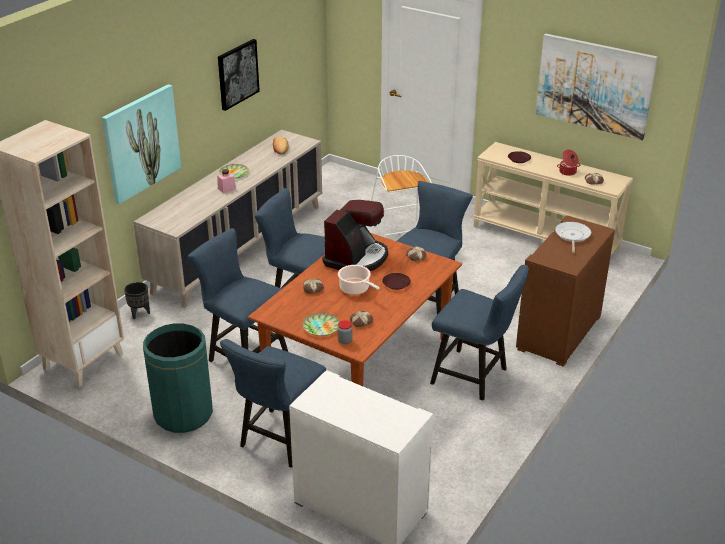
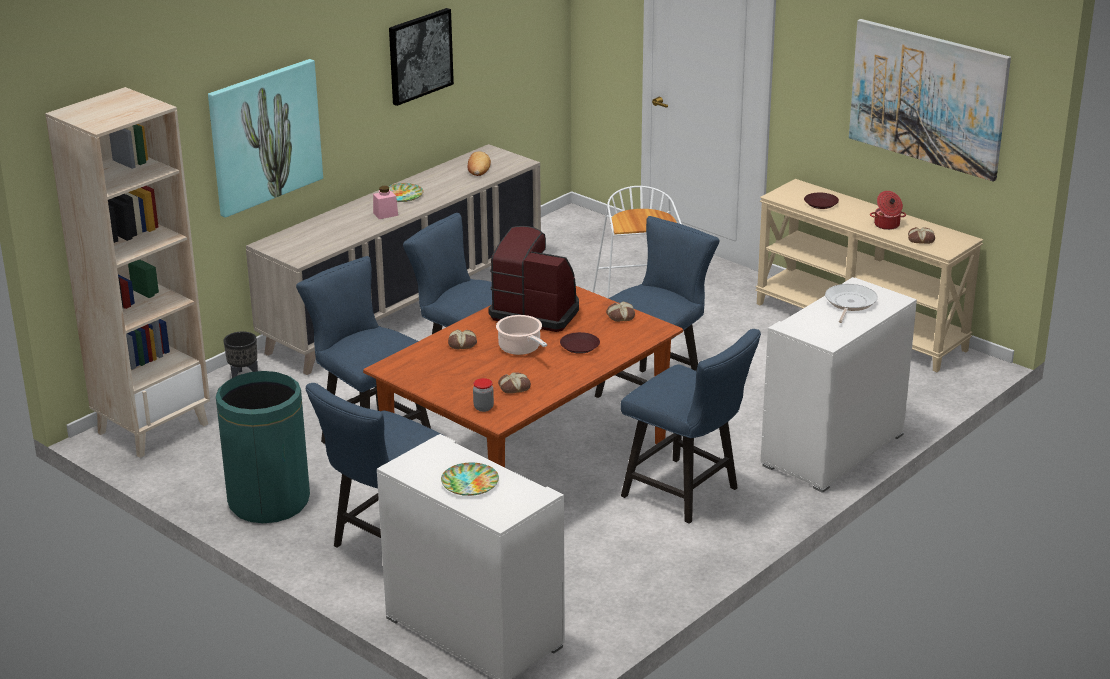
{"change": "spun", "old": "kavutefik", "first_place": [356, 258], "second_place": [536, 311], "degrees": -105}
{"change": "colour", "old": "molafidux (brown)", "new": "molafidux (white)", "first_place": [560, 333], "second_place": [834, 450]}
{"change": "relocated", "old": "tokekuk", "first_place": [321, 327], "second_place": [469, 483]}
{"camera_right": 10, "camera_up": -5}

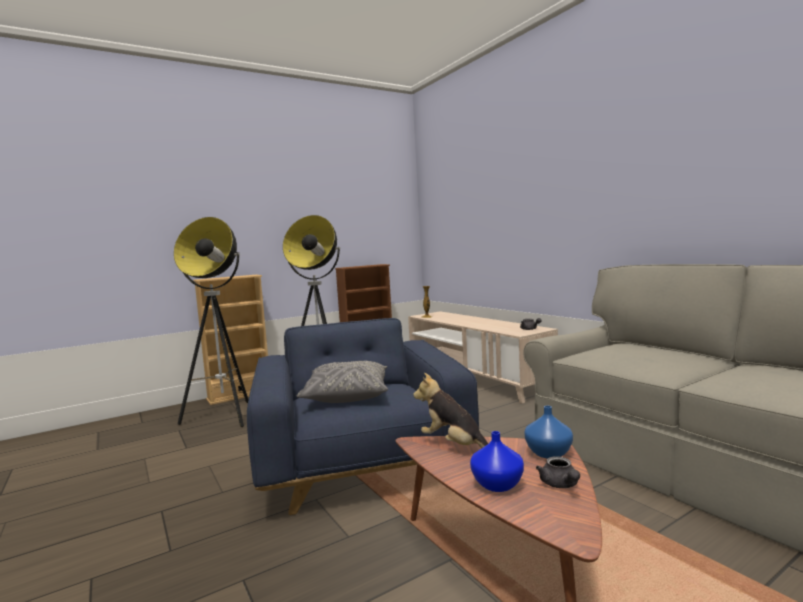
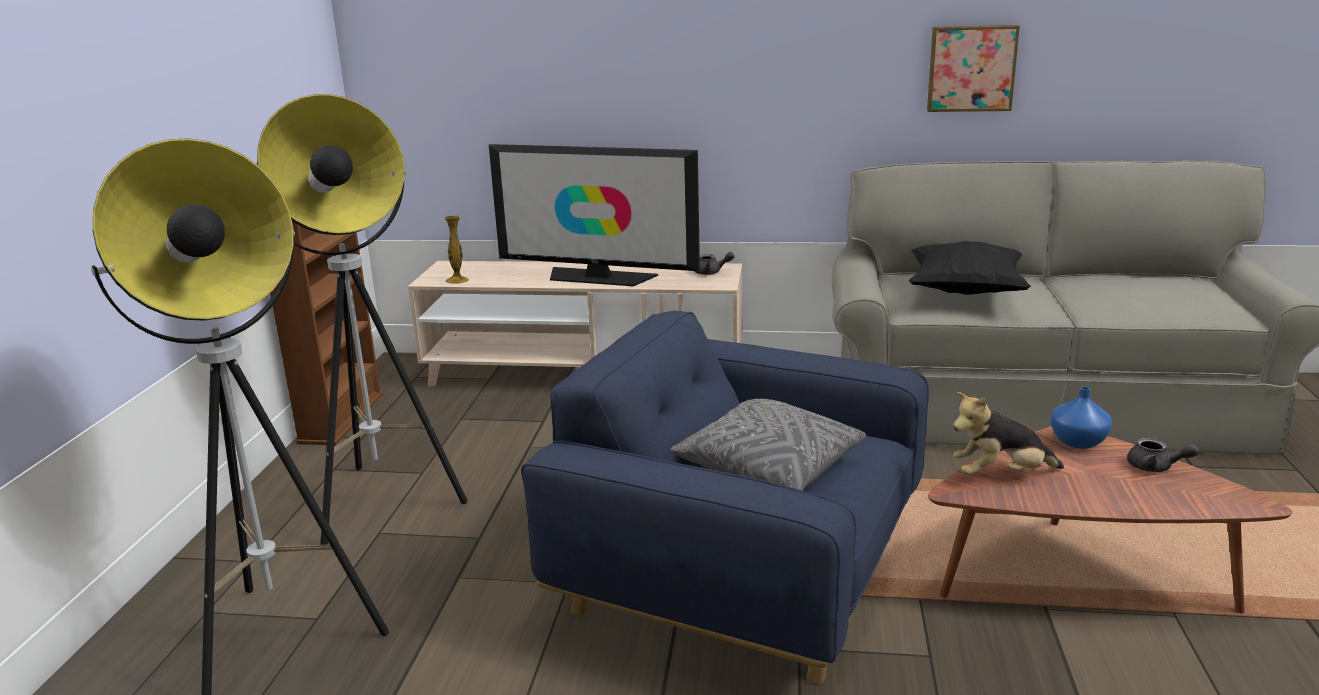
{"change": "missing", "old": "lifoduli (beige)", "first_place": [240, 395]}
{"change": "missing", "old": "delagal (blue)", "first_place": [496, 484]}
{"change": "appeared", "new": "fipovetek", "second_place": [971, 68]}
{"change": "appeared", "new": "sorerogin", "second_place": [598, 277]}
{"change": "appeared", "new": "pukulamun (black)", "second_place": [965, 292]}
{"camera_right": -50, "camera_up": 15}

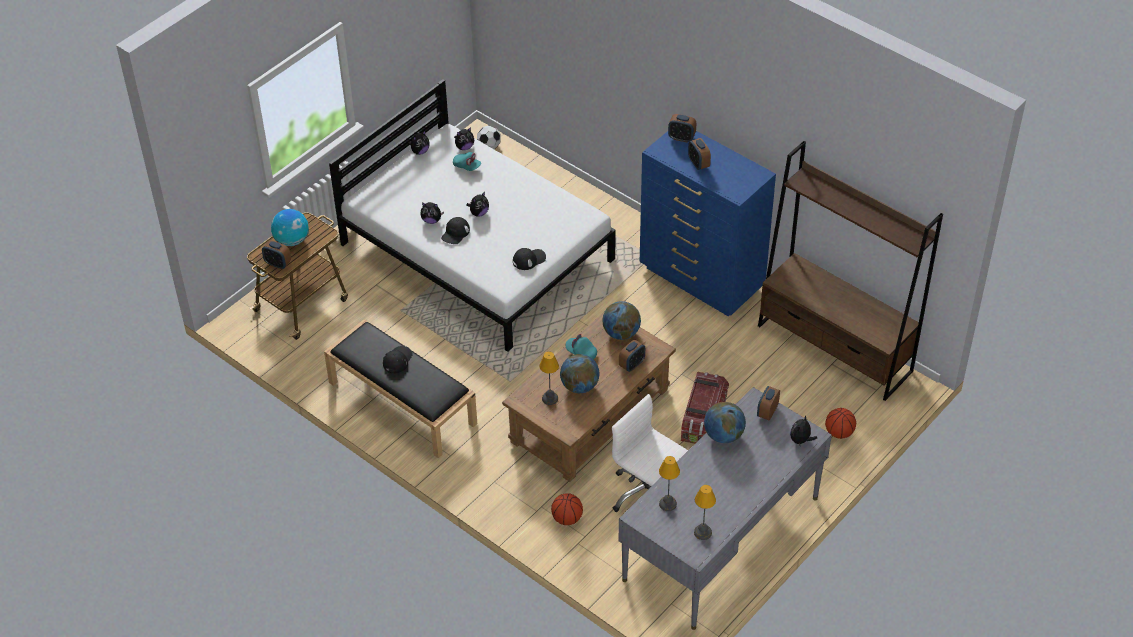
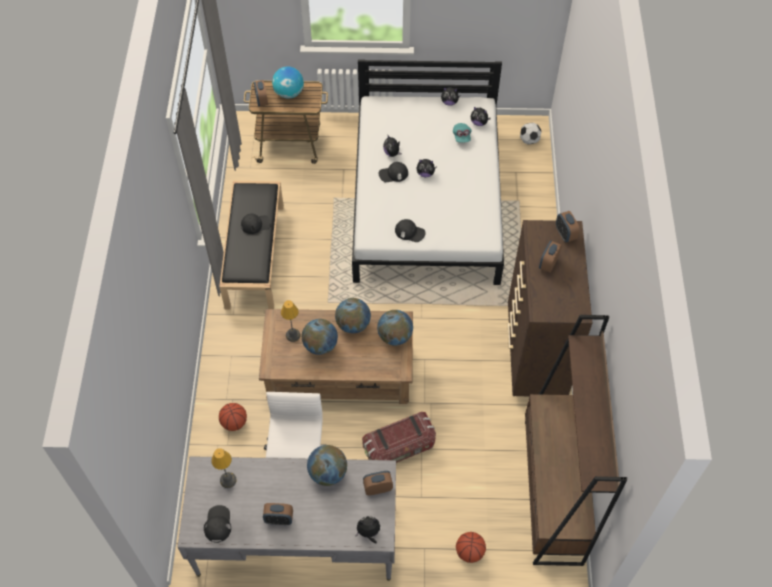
{"change": "colour", "old": "molafidux (blue)", "new": "molafidux (brown)", "first_place": [701, 279], "second_place": [535, 352]}
{"change": "exchanged", "old": "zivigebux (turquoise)", "new": "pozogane", "first_place": [581, 353], "second_place": [353, 324]}
{"change": "relocated", "old": "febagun", "first_place": [632, 364], "second_place": [279, 519]}
{"change": "exchanged", "old": "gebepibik", "new": "zivigebux (black)", "first_place": [703, 533], "second_place": [218, 524]}
{"camera_right": 50, "camera_up": 10}

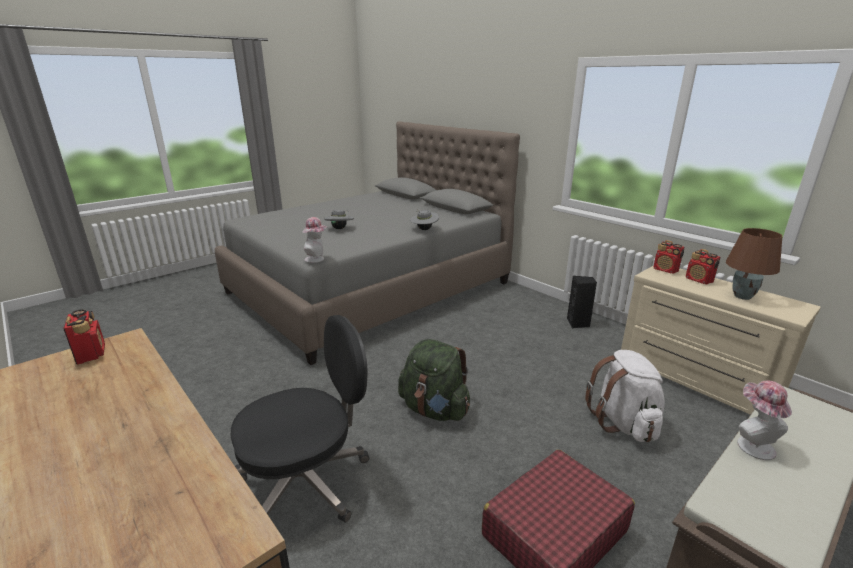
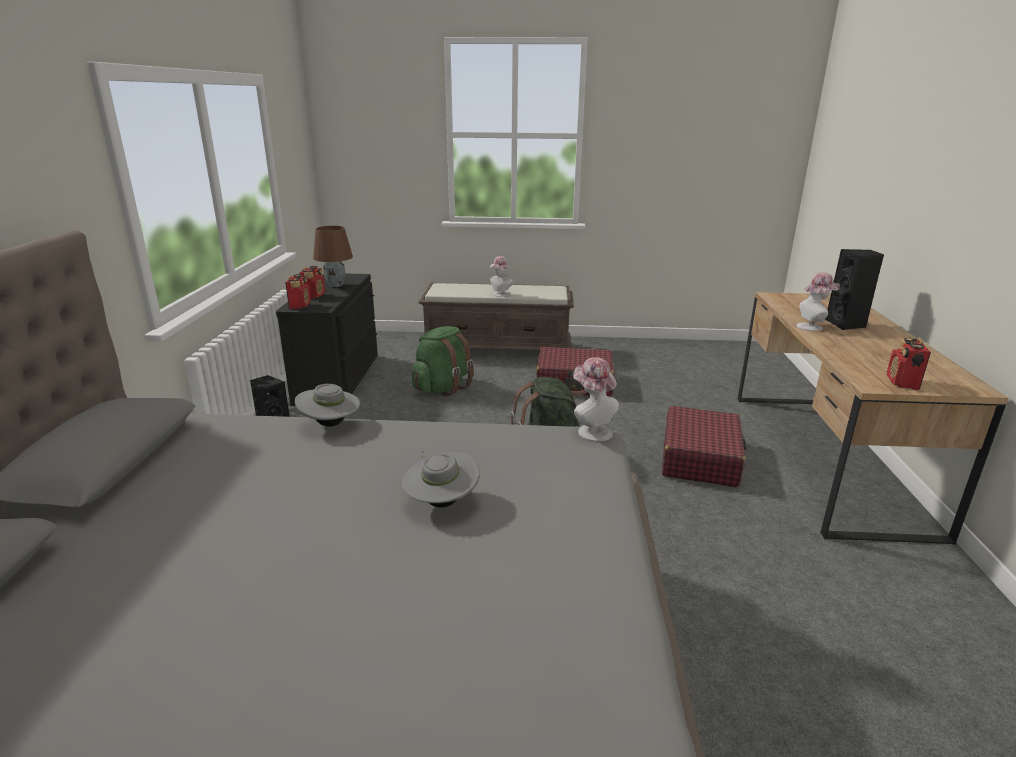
{"change": "colour", "old": "molafidux (beige)", "new": "molafidux (black)", "first_place": [694, 379], "second_place": [340, 378]}
{"change": "exchanged", "old": "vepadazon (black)", "new": "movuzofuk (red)", "first_place": [307, 482], "second_place": [700, 458]}
{"change": "colour", "old": "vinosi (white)", "new": "vinosi (green)", "first_place": [623, 422], "second_place": [442, 388]}
{"change": "appeared", "new": "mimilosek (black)", "second_place": [846, 324]}
{"change": "appeared", "new": "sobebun", "second_place": [812, 326]}
{"camera_right": -135, "camera_up": 0}

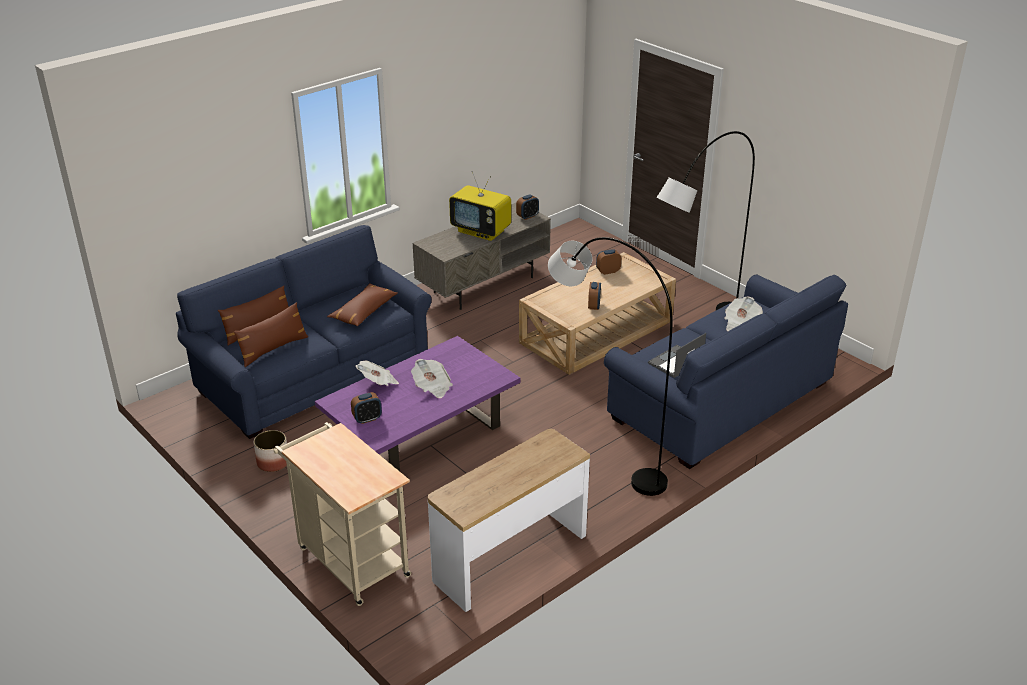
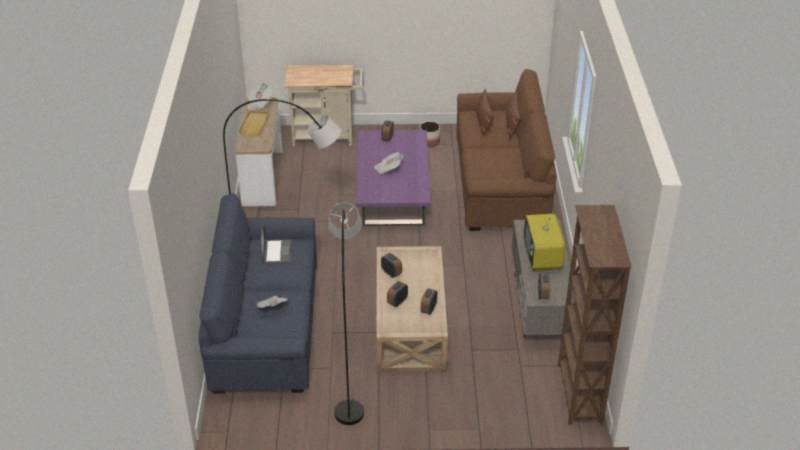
{"change": "spun", "old": "sorerogin", "first_place": [481, 231], "second_place": [542, 258], "degrees": -75}
{"change": "colour", "old": "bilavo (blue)", "new": "bilavo (brown)", "first_place": [314, 375], "second_place": [500, 184]}
{"change": "missing", "old": "pukulamun (brown)", "first_place": [364, 311]}
{"change": "relocated", "old": "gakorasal", "first_place": [378, 382], "second_place": [259, 103]}
{"change": "appeared", "new": "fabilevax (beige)", "second_place": [254, 125]}
{"change": "appeared", "new": "lifoduli (brown)", "second_place": [579, 394]}
{"change": "appeared", "new": "febagun", "second_place": [397, 302]}
{"camera_right": 130, "camera_up": 5}

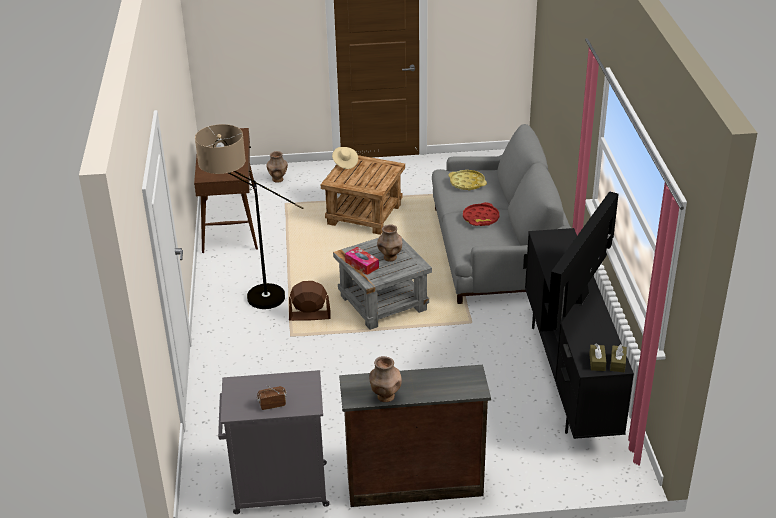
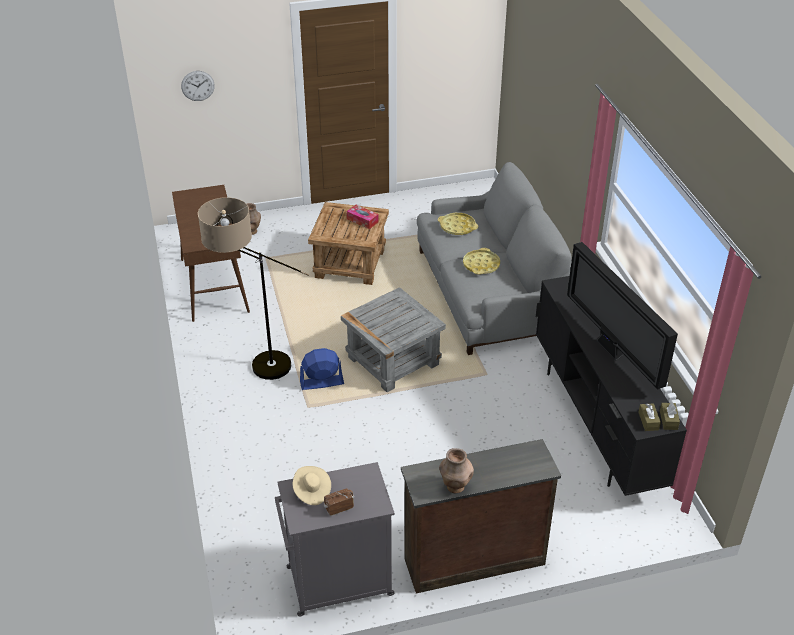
{"change": "relocated", "old": "sobebun (beige)", "first_place": [345, 163], "second_place": [311, 491]}
{"change": "spun", "old": "sorerogin", "first_place": [578, 297], "second_place": [611, 350], "degrees": -45}
{"change": "colour", "old": "fabilevax (red)", "new": "fabilevax (yellow)", "first_place": [481, 218], "second_place": [481, 265]}
{"change": "missing", "old": "delagal (brown)", "first_place": [390, 258]}
{"change": "relocated", "old": "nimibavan", "first_place": [362, 265], "second_place": [362, 220]}
{"change": "colour", "old": "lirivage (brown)", "new": "lirivage (blue)", "first_place": [309, 316], "second_place": [321, 383]}
{"change": "appeared", "new": "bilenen", "second_place": [197, 86]}
{"camera_right": -10, "camera_up": 5}

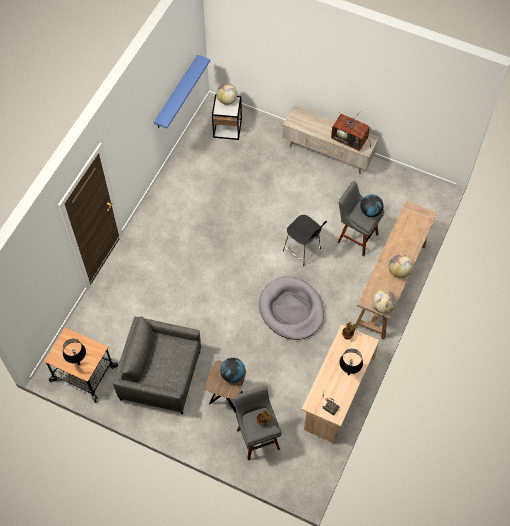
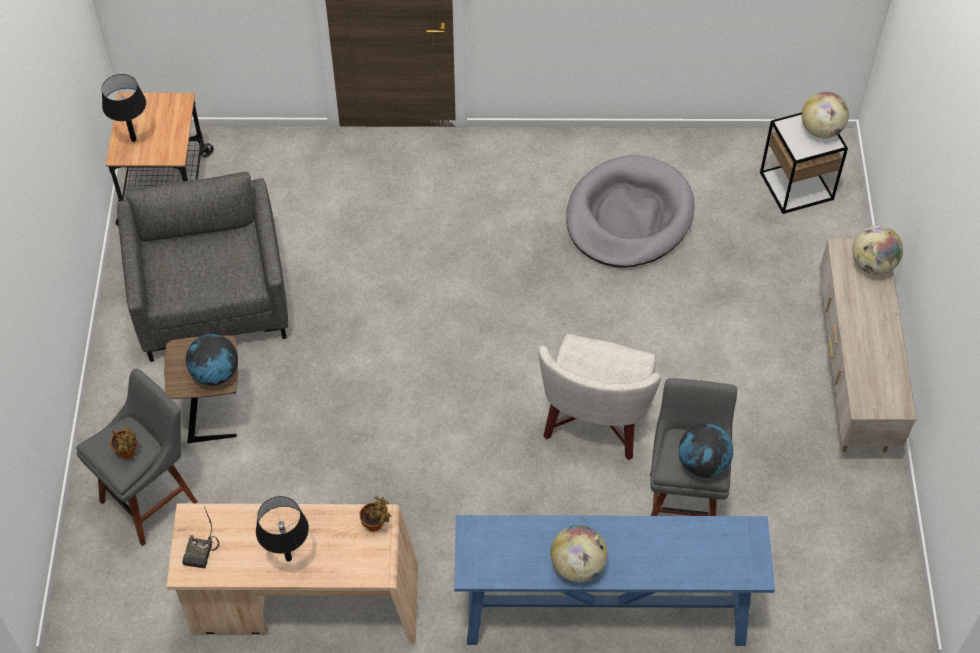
{"change": "missing", "old": "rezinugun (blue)", "first_place": [176, 93]}
{"change": "missing", "old": "sorerogin", "first_place": [350, 139]}
{"change": "colour", "old": "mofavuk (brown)", "new": "mofavuk (blue)", "first_place": [390, 285], "second_place": [603, 611]}
{"change": "exchanged", "old": "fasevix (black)", "new": "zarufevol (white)", "first_place": [303, 250], "second_place": [595, 419]}
{"change": "relocated", "old": "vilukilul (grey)", "first_place": [291, 310], "second_place": [629, 216]}
{"change": "relocated", "old": "pozogane", "first_place": [383, 306], "second_place": [872, 264]}
{"camera_right": 65, "camera_up": -5}

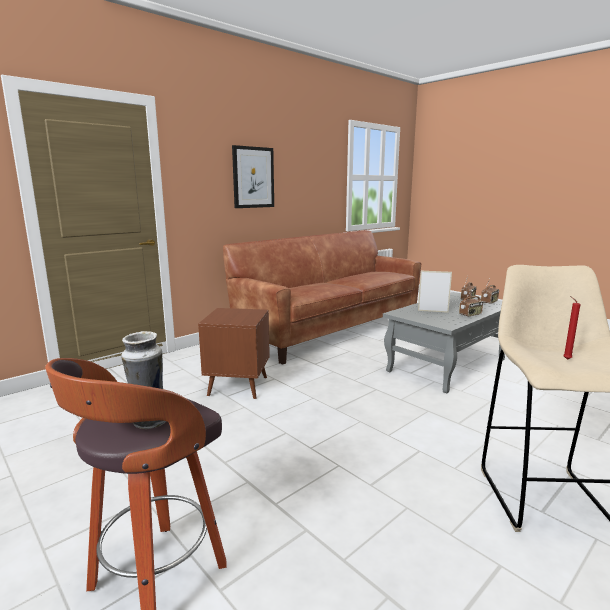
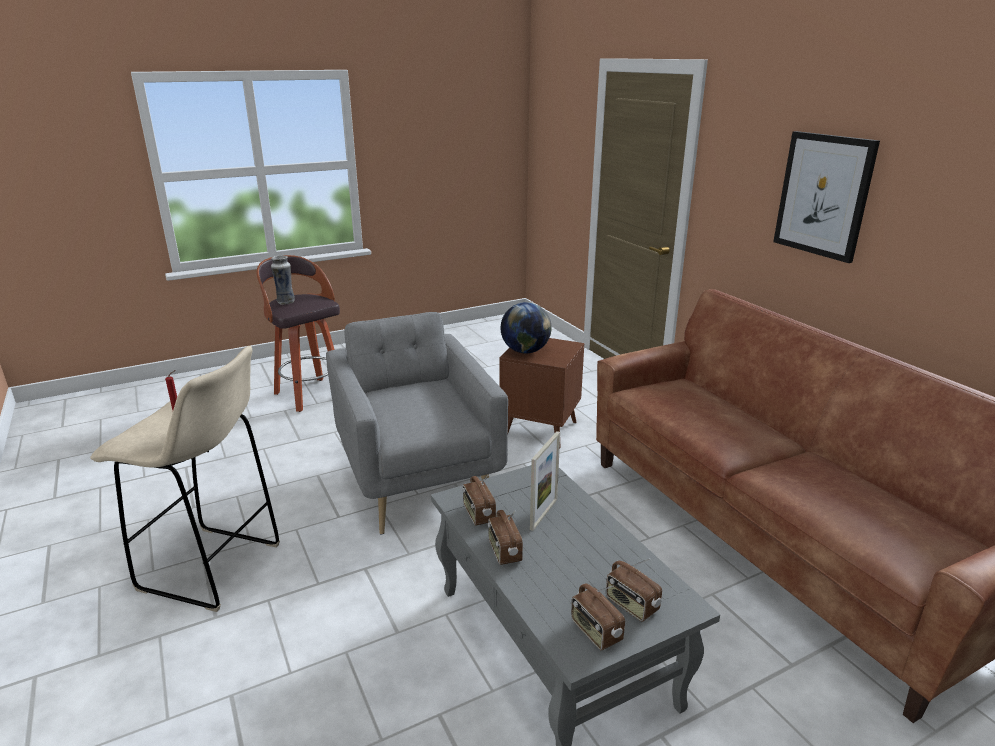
{"change": "appeared", "new": "pozogane", "second_place": [525, 351]}
{"change": "appeared", "new": "zarufevol (grey)", "second_place": [417, 477]}
{"change": "appeared", "new": "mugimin", "second_place": [478, 514]}
{"camera_right": 105, "camera_up": 10}

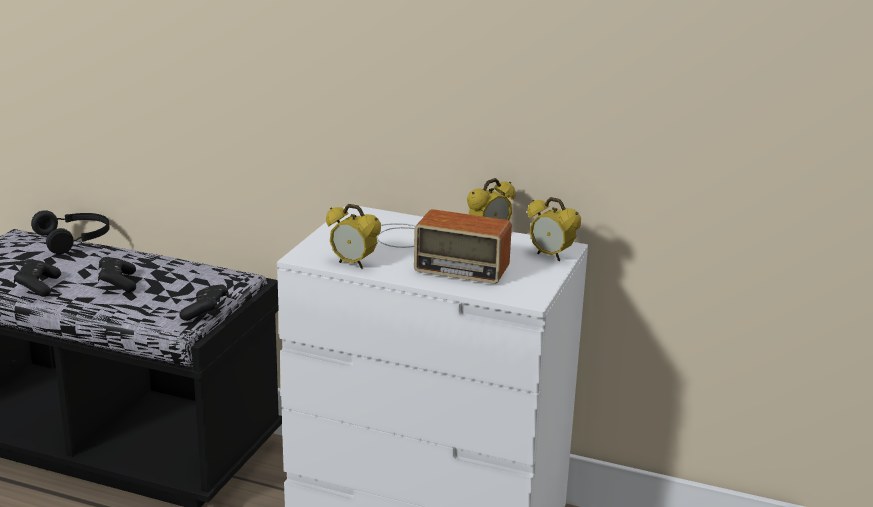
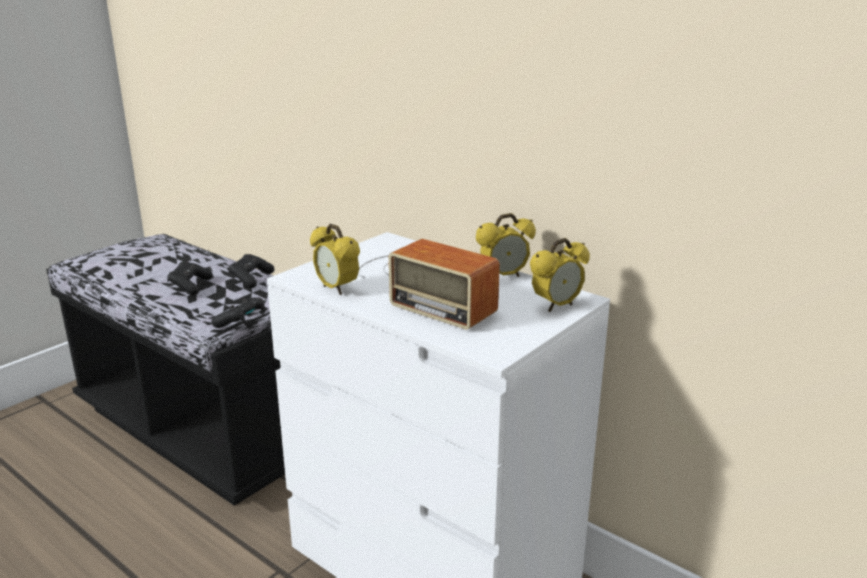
{"change": "spun", "old": "febagun", "first_place": [551, 256], "second_place": [556, 306], "degrees": -90}
{"change": "missing", "old": "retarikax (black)", "first_place": [75, 239]}
{"change": "relocated", "old": "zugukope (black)", "first_place": [37, 287], "second_place": [251, 279]}
{"camera_right": 20, "camera_up": 0}

